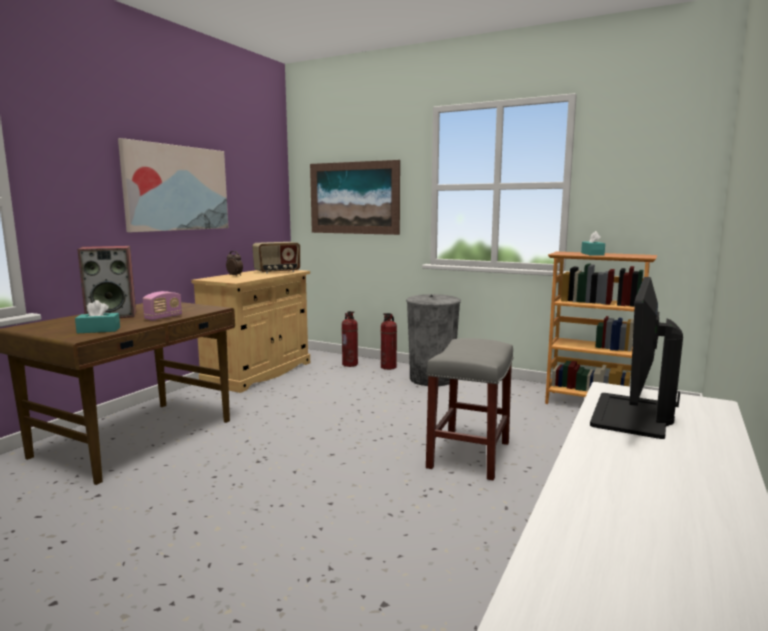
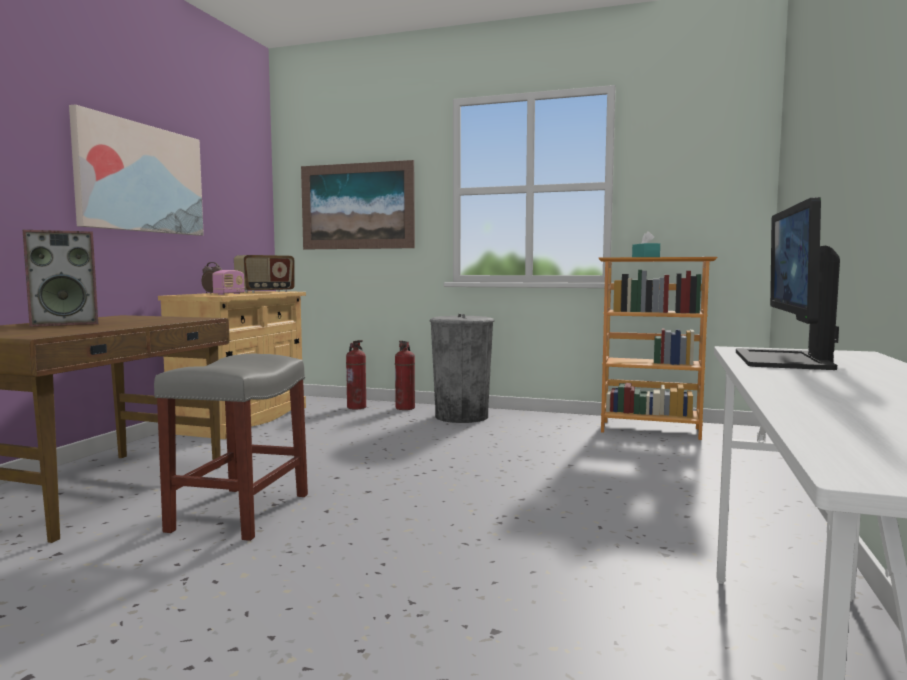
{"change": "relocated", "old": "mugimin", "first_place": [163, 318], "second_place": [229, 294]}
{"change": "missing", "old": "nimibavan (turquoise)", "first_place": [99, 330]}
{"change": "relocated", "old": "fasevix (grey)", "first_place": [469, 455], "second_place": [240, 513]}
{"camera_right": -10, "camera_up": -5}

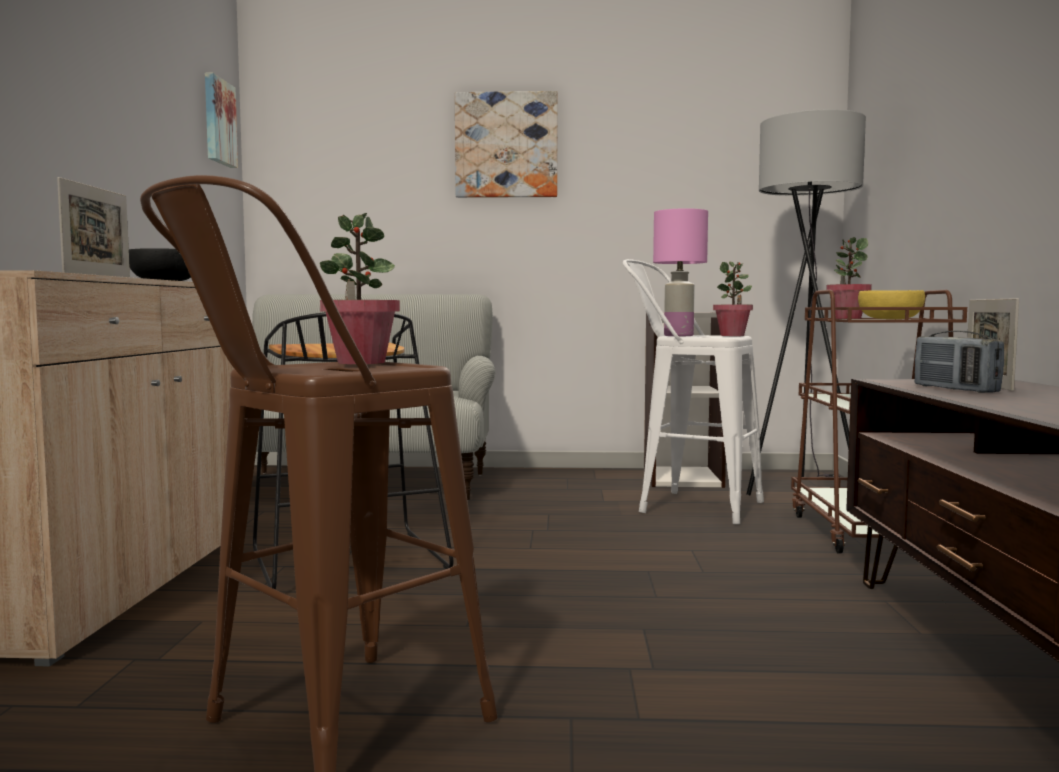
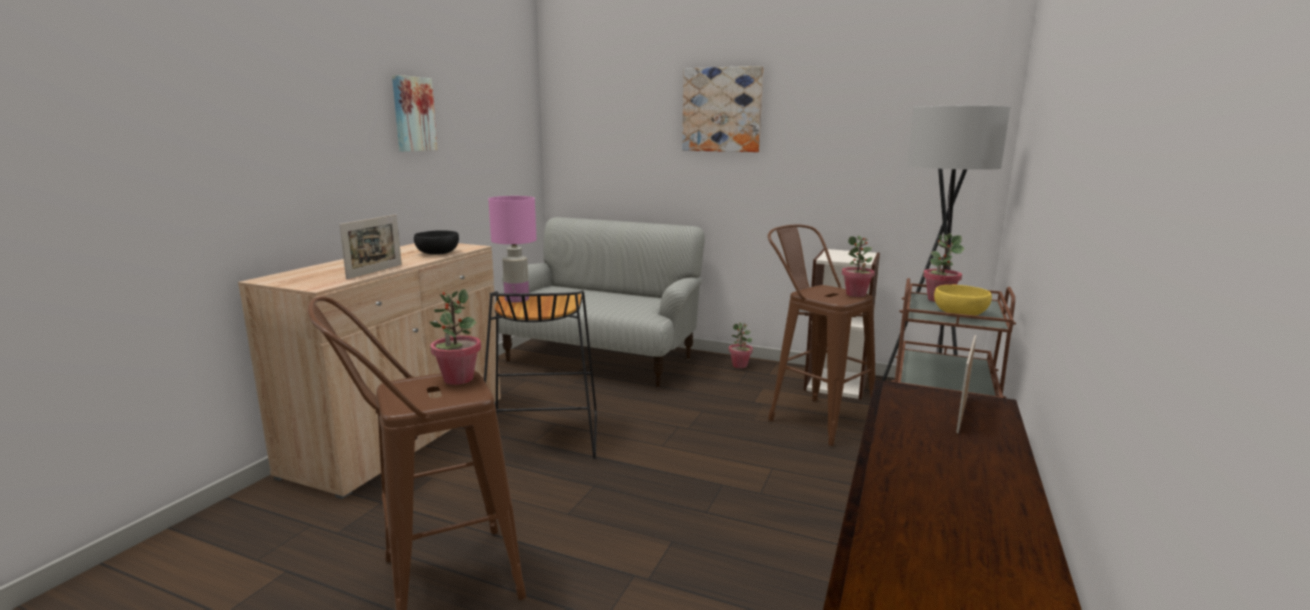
{"change": "relocated", "old": "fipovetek", "first_place": [218, 122], "second_place": [413, 114]}
{"change": "relocated", "old": "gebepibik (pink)", "first_place": [679, 336], "second_place": [517, 299]}
{"change": "colour", "old": "fasevix (white)", "new": "fasevix (brown)", "first_place": [688, 505], "second_place": [812, 417]}
{"change": "missing", "old": "mugimin", "first_place": [955, 389]}
{"change": "appeared", "new": "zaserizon", "second_place": [740, 365]}
{"camera_right": 20, "camera_up": 10}

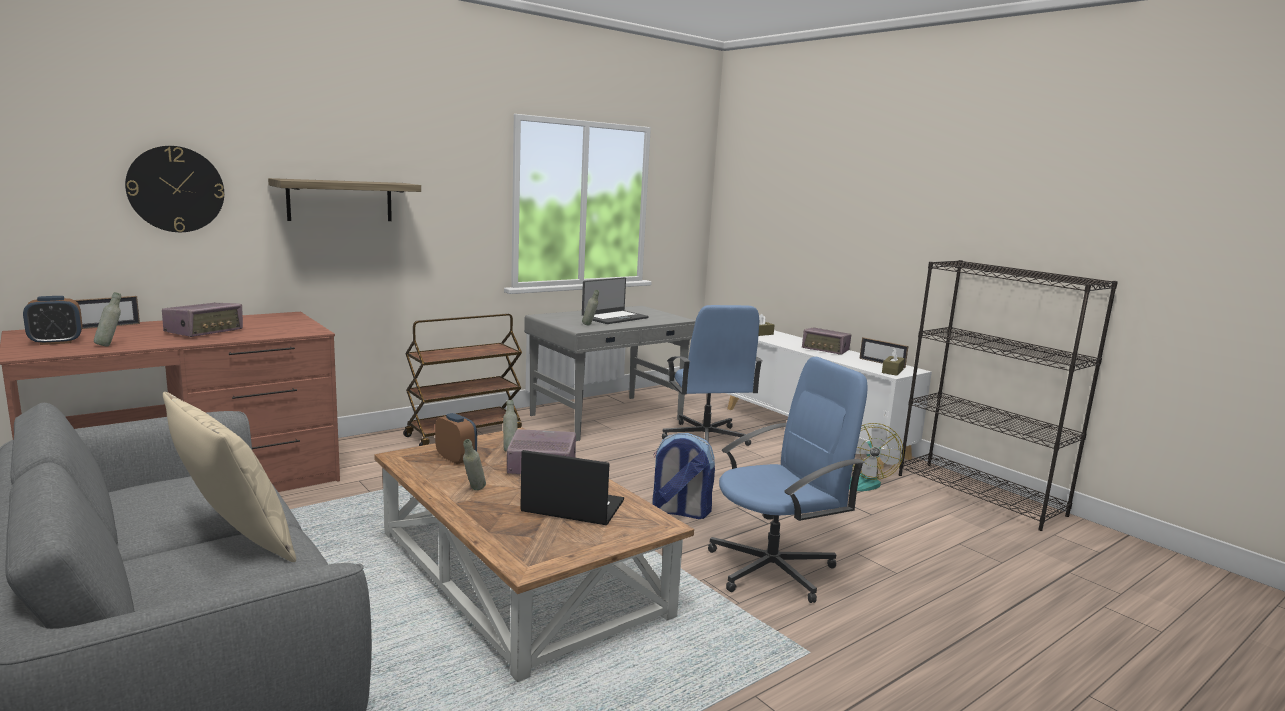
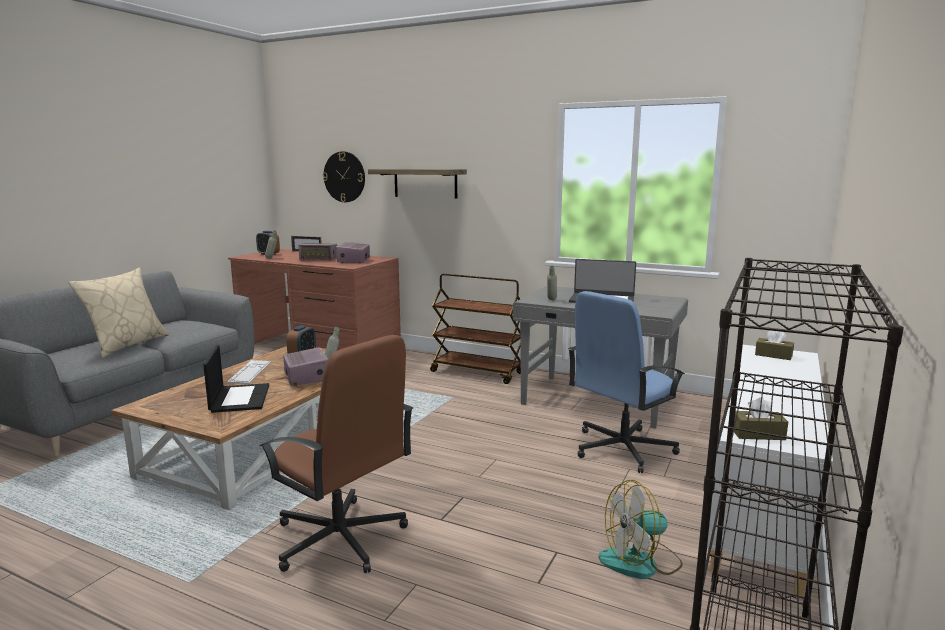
{"change": "relocated", "old": "mugimin", "first_place": [825, 350], "second_place": [353, 261]}
{"change": "missing", "old": "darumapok", "first_place": [882, 363]}
{"change": "colour", "old": "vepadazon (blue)", "new": "vepadazon (brown)", "first_place": [773, 569], "second_place": [340, 539]}
{"change": "missing", "old": "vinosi", "first_place": [679, 511]}
{"change": "exchanged", "old": "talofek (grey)", "new": "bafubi", "first_place": [473, 491], "second_place": [250, 372]}
{"camera_right": 65, "camera_up": 0}

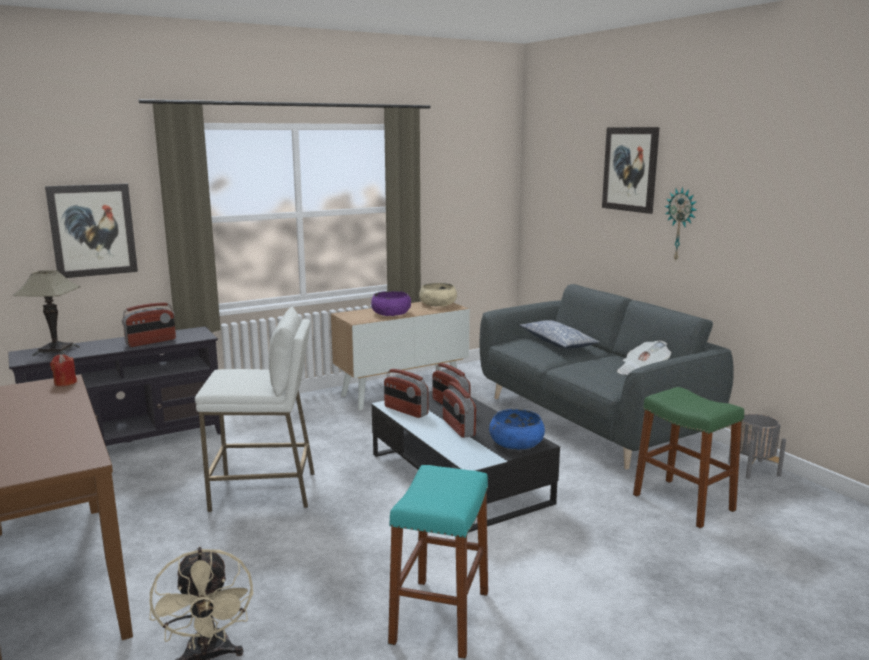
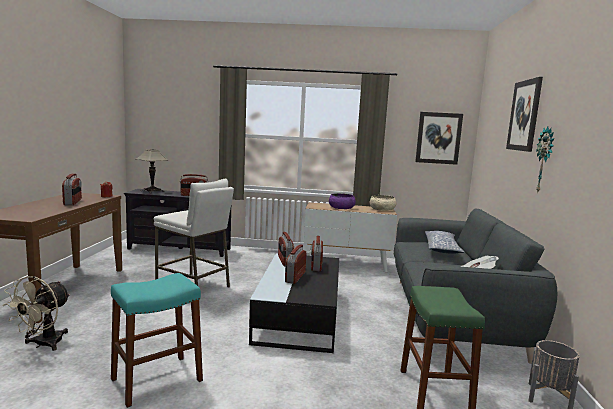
{"change": "relocated", "old": "fipovetek", "first_place": [93, 230], "second_place": [438, 138]}
{"change": "missing", "old": "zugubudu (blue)", "first_place": [516, 442]}
{"change": "appeared", "new": "mugimin", "second_place": [73, 202]}
{"camera_right": 35, "camera_up": -5}

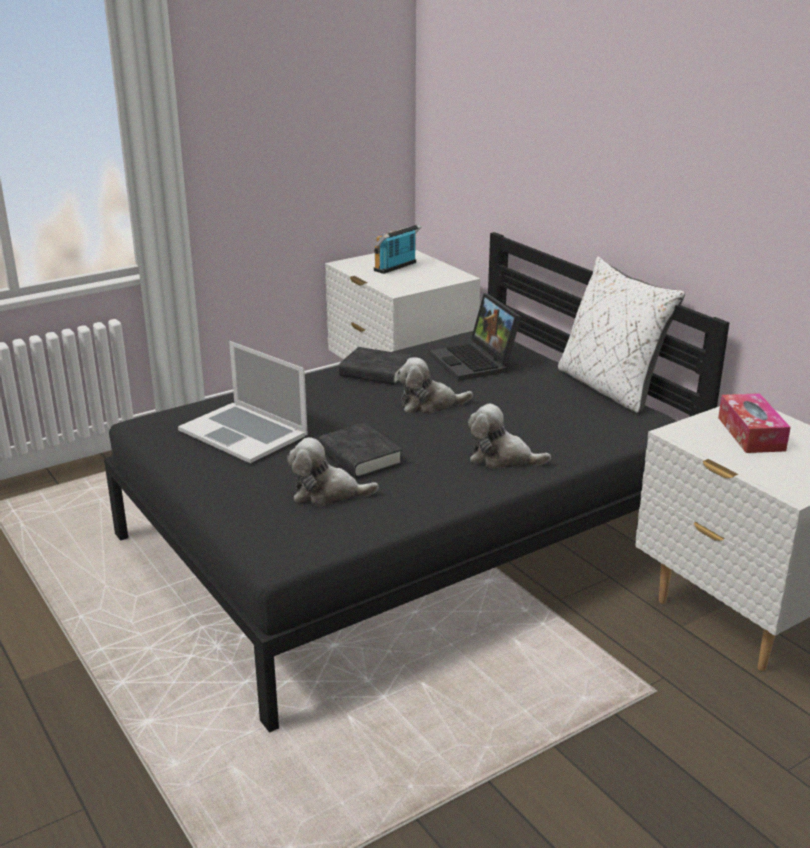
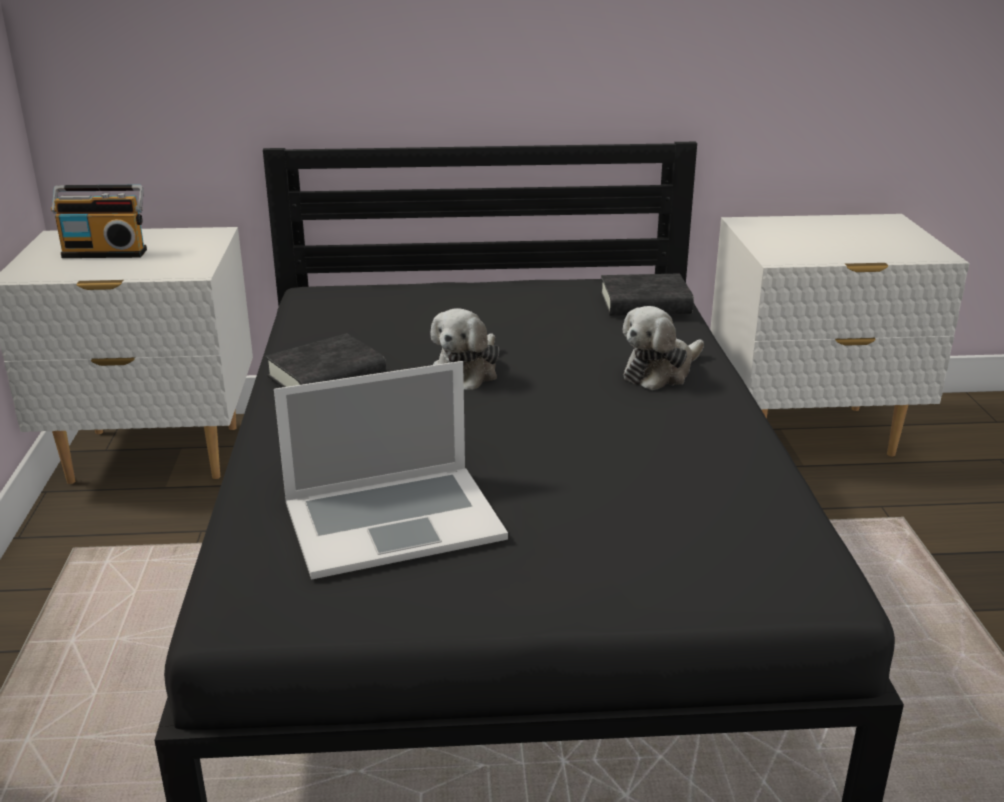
{"change": "spun", "old": "mugimin", "first_place": [397, 267], "second_place": [106, 252], "degrees": -75}
{"change": "missing", "old": "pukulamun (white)", "first_place": [610, 388]}
{"change": "missing", "old": "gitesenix", "first_place": [476, 363]}
{"change": "missing", "old": "nimibavan", "first_place": [751, 434]}
{"change": "relocated", "old": "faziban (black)", "first_place": [359, 457], "second_place": [645, 304]}
{"change": "missing", "old": "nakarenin", "first_place": [327, 493]}
{"camera_right": -60, "camera_up": 0}

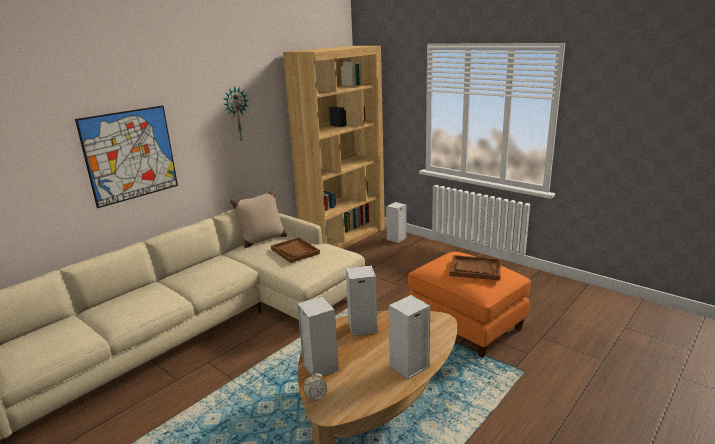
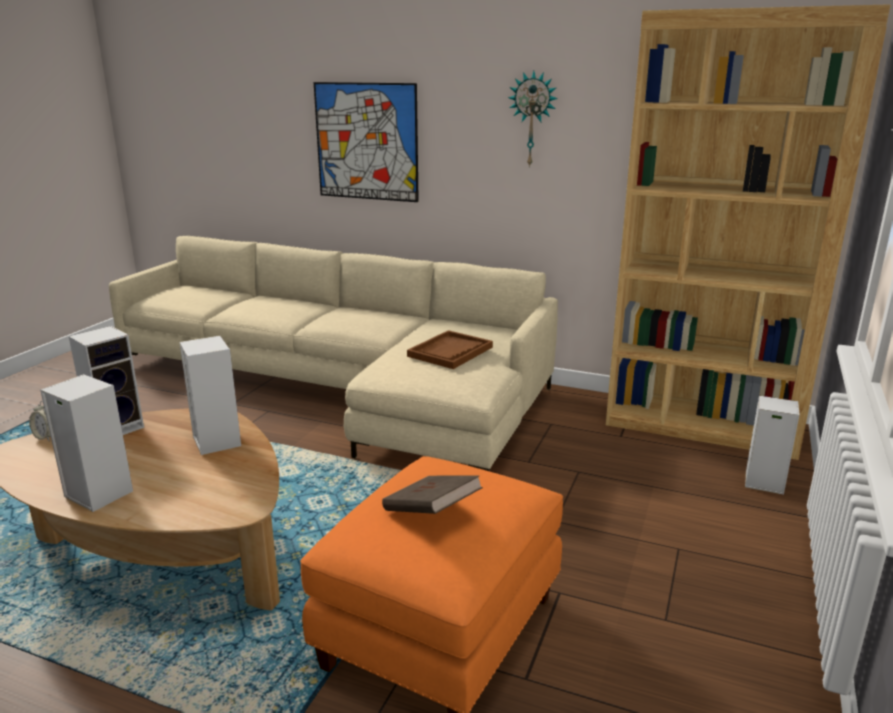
{"change": "missing", "old": "pukulamun (beige)", "first_place": [262, 240]}
{"change": "exchanged", "old": "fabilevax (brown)", "new": "faziban (brown)", "first_place": [475, 269], "second_place": [431, 513]}
{"camera_right": 70, "camera_up": 0}

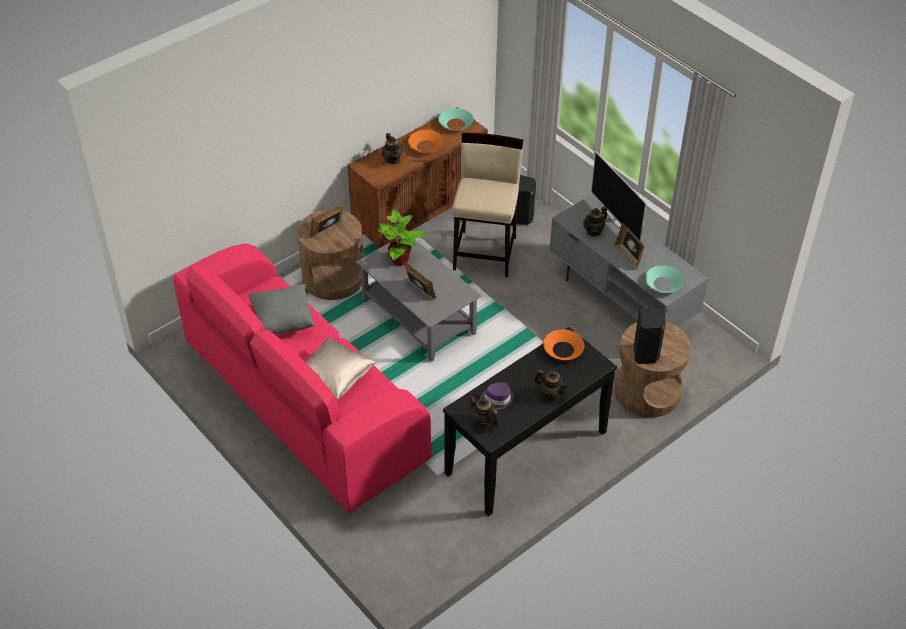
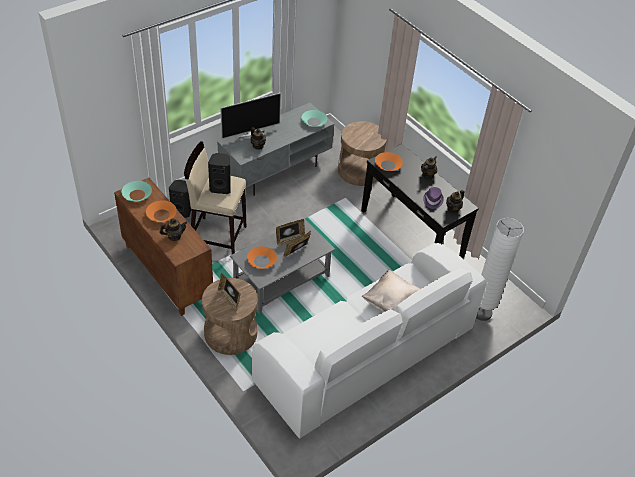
{"change": "exchanged", "old": "zaserizon", "new": "zugubudu (orange)", "first_place": [400, 260], "second_place": [261, 261]}
{"change": "relocated", "old": "darumapok", "first_place": [628, 256], "second_place": [290, 239]}
{"change": "colour", "old": "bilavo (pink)", "new": "bilavo (white)", "first_place": [303, 401], "second_place": [365, 356]}
{"change": "missing", "old": "pukulamun (grey)", "first_place": [282, 321]}
{"change": "relocated", "old": "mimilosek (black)", "first_place": [646, 354], "second_place": [221, 188]}
{"change": "appeared", "new": "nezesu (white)", "second_place": [482, 313]}
{"camera_right": -90, "camera_up": 0}

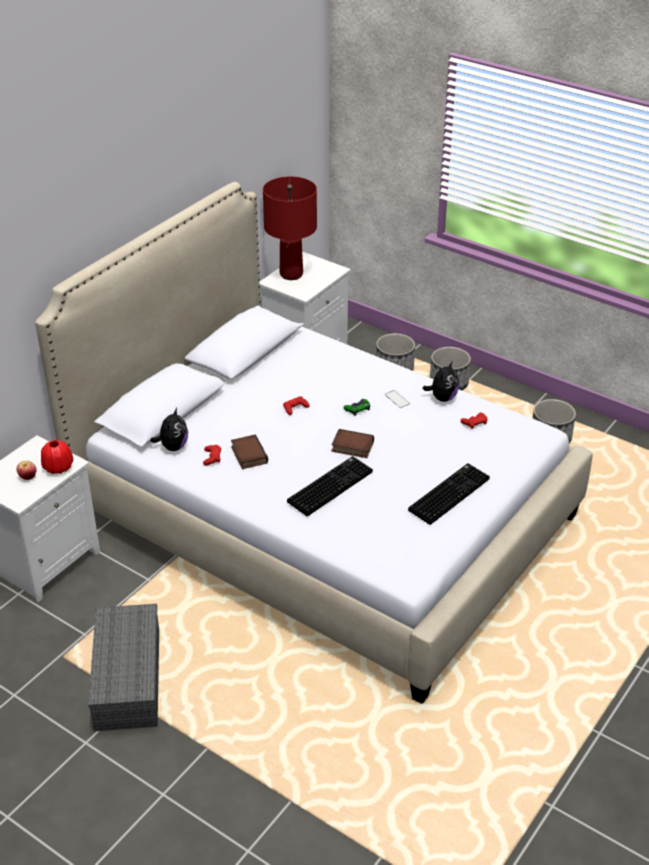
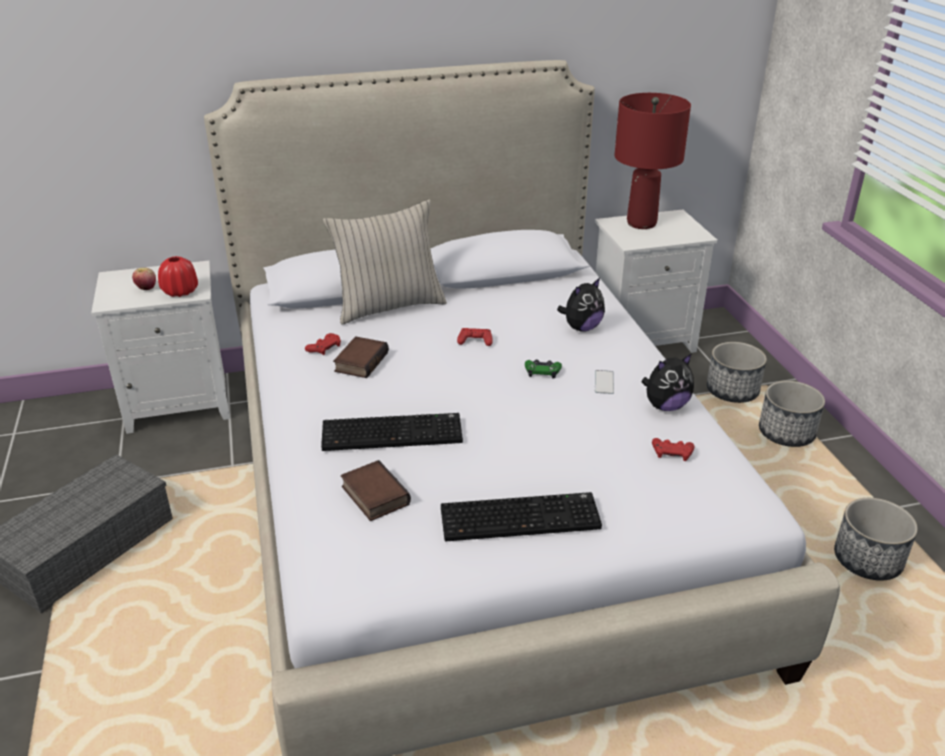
{"change": "relocated", "old": "nakarenin", "first_place": [173, 447], "second_place": [581, 328]}
{"change": "relocated", "old": "faziban", "first_place": [351, 447], "second_place": [373, 495]}
{"change": "appeared", "new": "pukulamun (beige)", "second_place": [388, 306]}
{"camera_right": 40, "camera_up": -5}

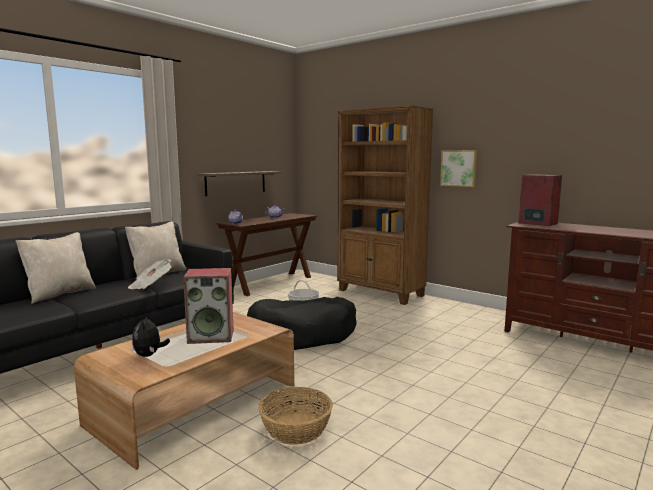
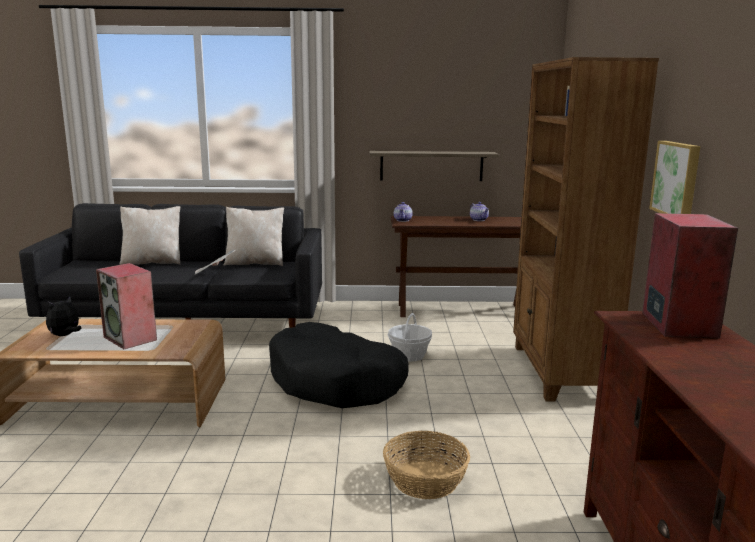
{"change": "relocated", "old": "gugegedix", "first_place": [295, 428], "second_place": [425, 479]}
{"camera_right": 50, "camera_up": 5}

